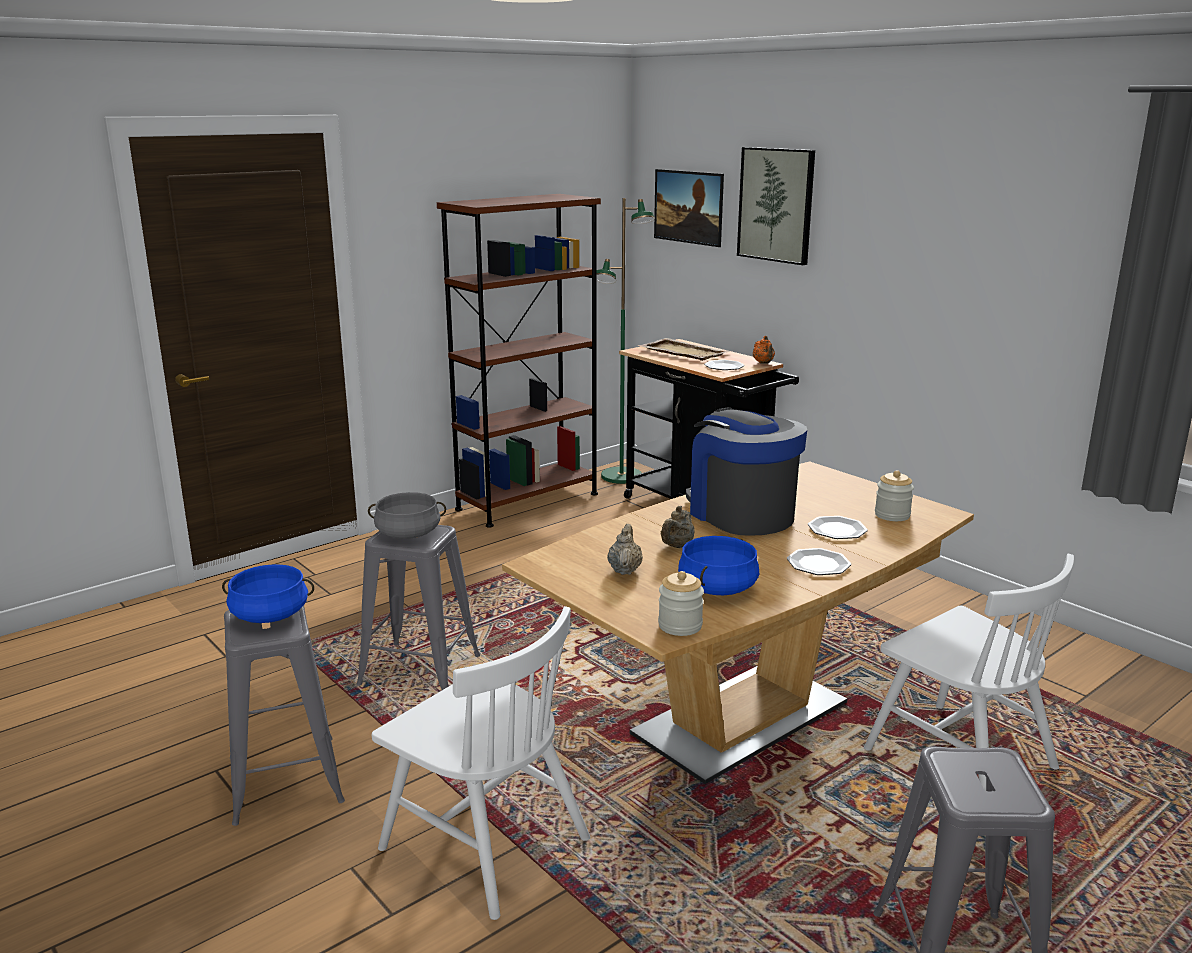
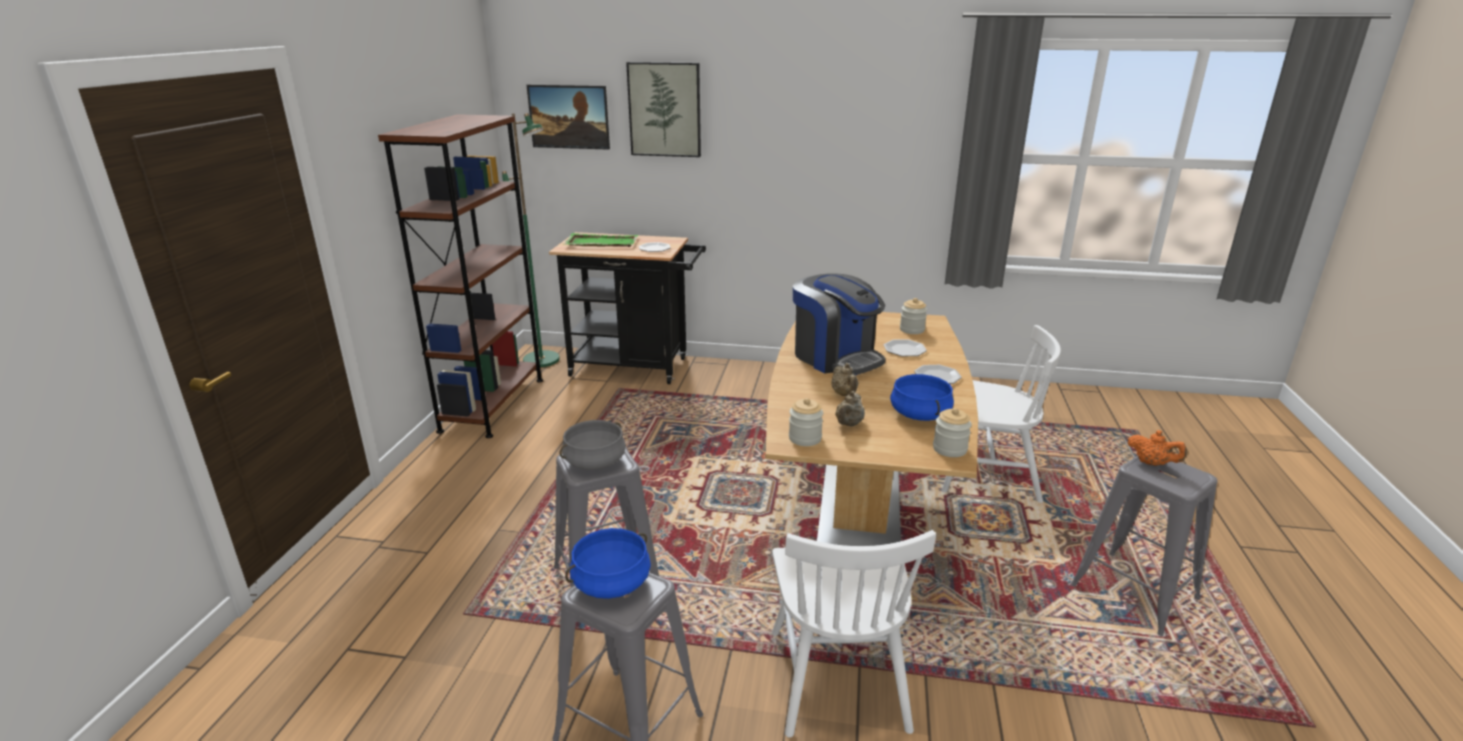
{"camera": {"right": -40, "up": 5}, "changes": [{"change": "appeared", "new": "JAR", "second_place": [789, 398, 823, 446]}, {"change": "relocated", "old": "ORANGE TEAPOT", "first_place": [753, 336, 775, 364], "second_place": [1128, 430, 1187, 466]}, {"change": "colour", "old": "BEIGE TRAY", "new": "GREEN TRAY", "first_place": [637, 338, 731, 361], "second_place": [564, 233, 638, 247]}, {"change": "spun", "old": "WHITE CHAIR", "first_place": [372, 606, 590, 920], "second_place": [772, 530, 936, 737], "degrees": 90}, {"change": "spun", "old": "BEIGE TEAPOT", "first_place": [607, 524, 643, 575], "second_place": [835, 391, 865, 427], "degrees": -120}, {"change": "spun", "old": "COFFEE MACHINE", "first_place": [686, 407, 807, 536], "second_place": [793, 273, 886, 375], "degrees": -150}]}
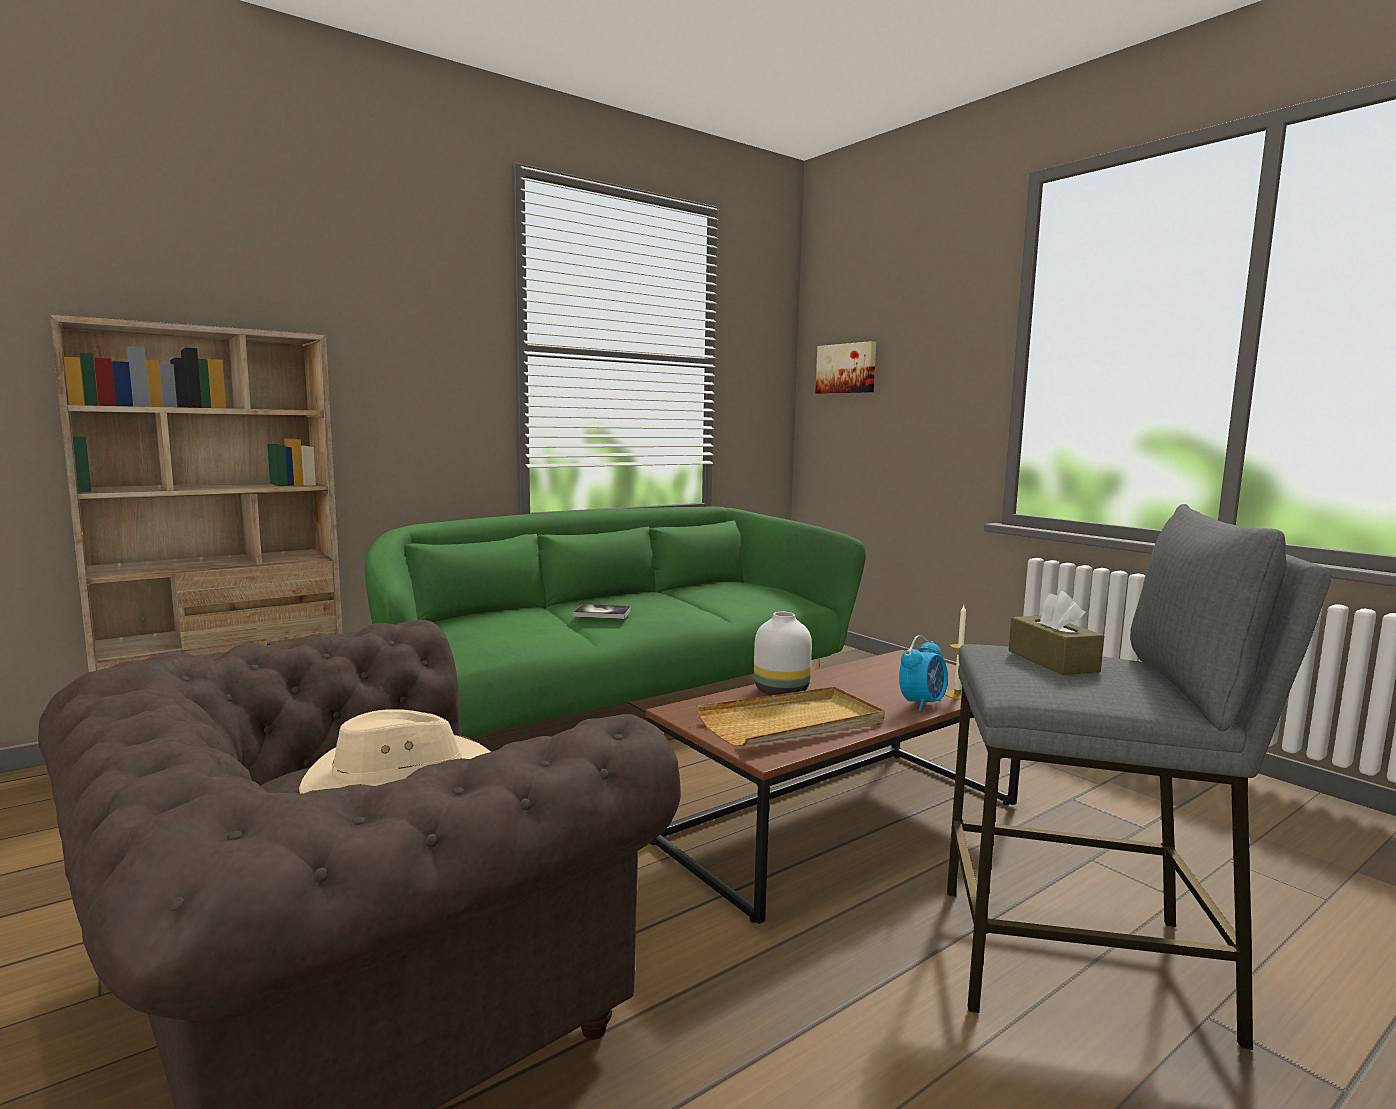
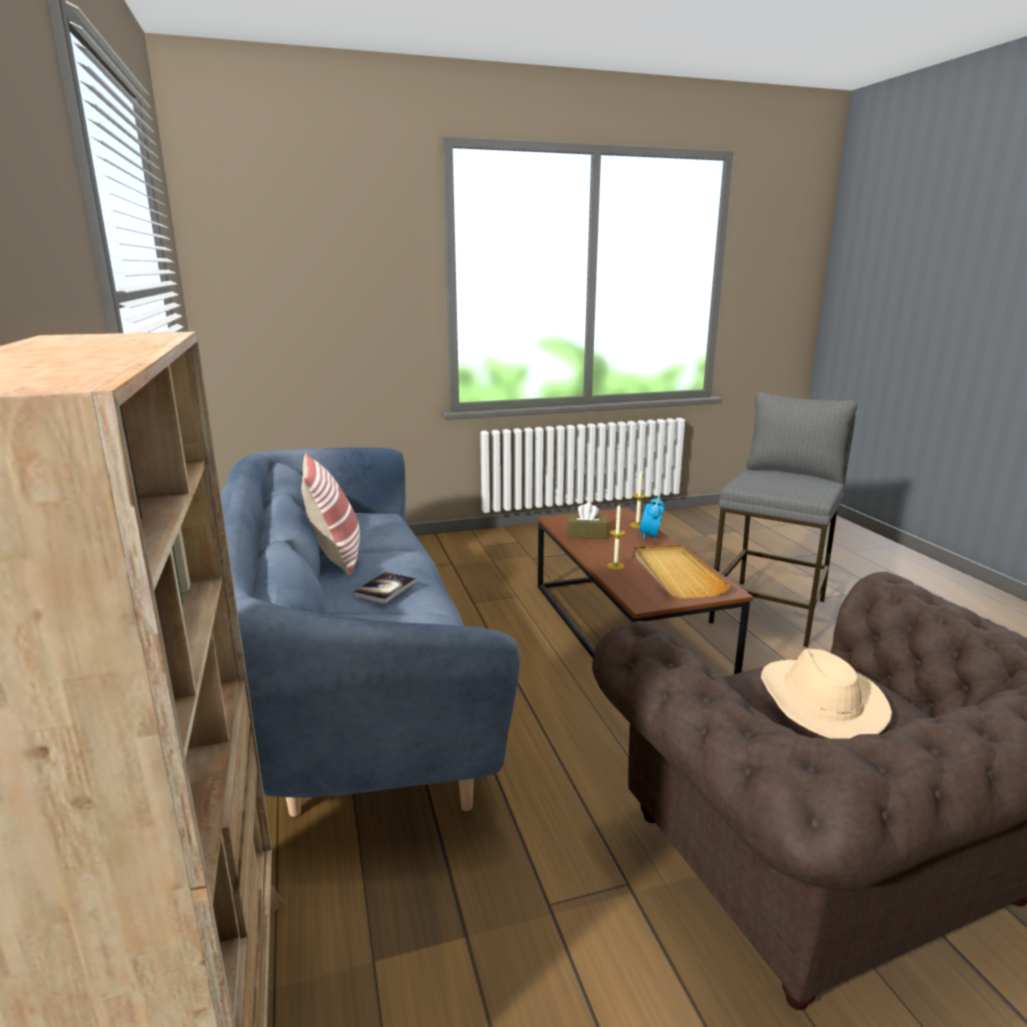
{"camera": {"right": -70, "up": 10}, "changes": [{"change": "missing", "old": "PICTURE", "first_place": [815, 341, 876, 394]}, {"change": "appeared", "new": "PILLOW", "second_place": [301, 453, 360, 576]}, {"change": "relocated", "old": "BROWN TISSUE BOX", "first_place": [1009, 591, 1104, 675], "second_place": [567, 502, 608, 539]}, {"change": "exchanged", "old": "WHITE VASE", "new": "CANDLE", "first_place": [754, 612, 812, 695], "second_place": [607, 504, 625, 570]}, {"change": "colour", "old": "GREEN SOFA", "new": "BLUE SOFA", "first_place": [365, 506, 866, 737], "second_place": [221, 447, 520, 817]}, {"change": "spun", "old": "ALARM CLOCK", "first_place": [899, 635, 948, 712], "second_place": [639, 496, 664, 540], "degrees": -135}]}
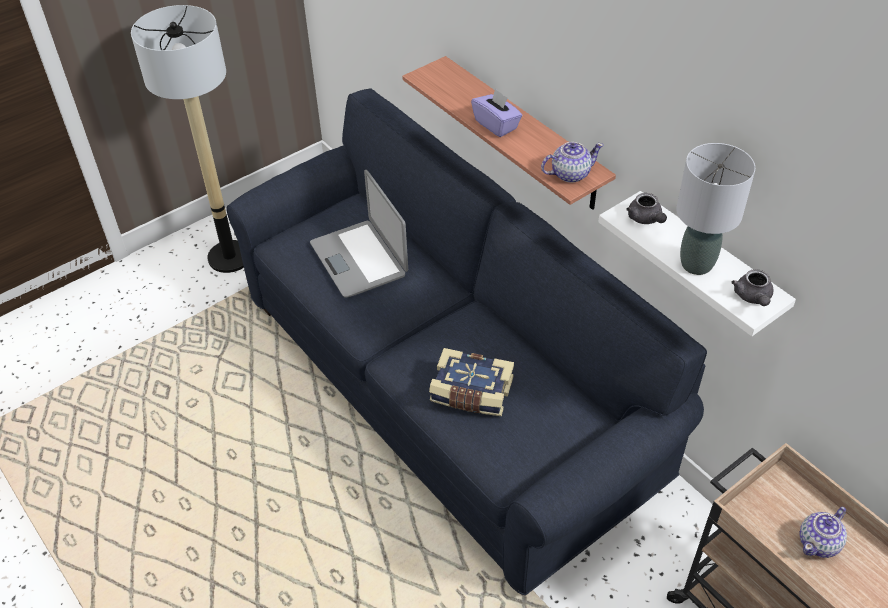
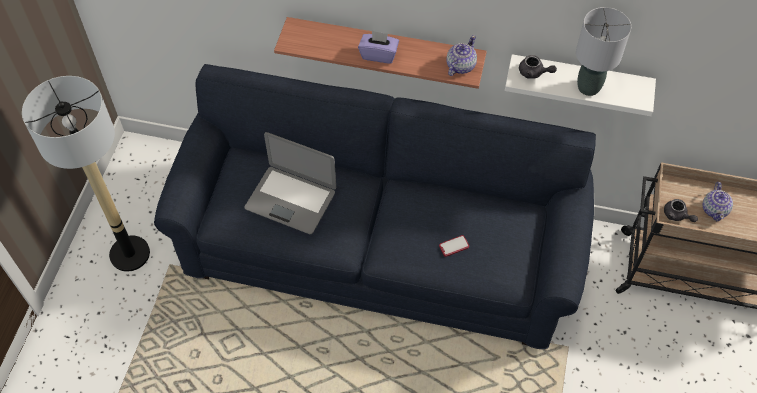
{"camera": {"right": -40, "up": 10}, "changes": [{"change": "relocated", "old": "GREY TEAPOT", "first_place": [731, 269, 773, 306], "second_place": [664, 199, 698, 222]}, {"change": "exchanged", "old": "BOOK", "new": "PHONE", "first_place": [429, 348, 514, 416], "second_place": [439, 235, 469, 257]}]}
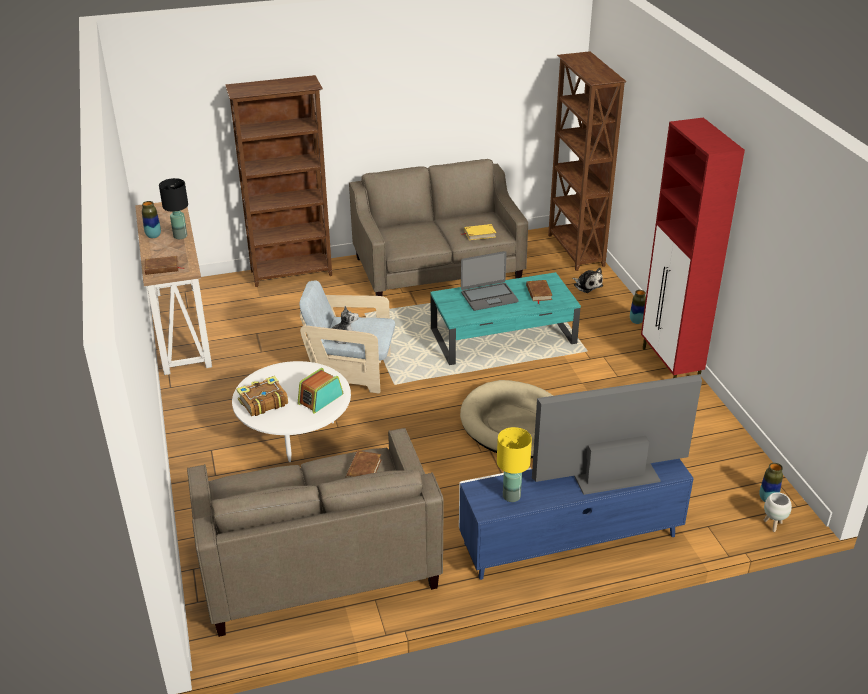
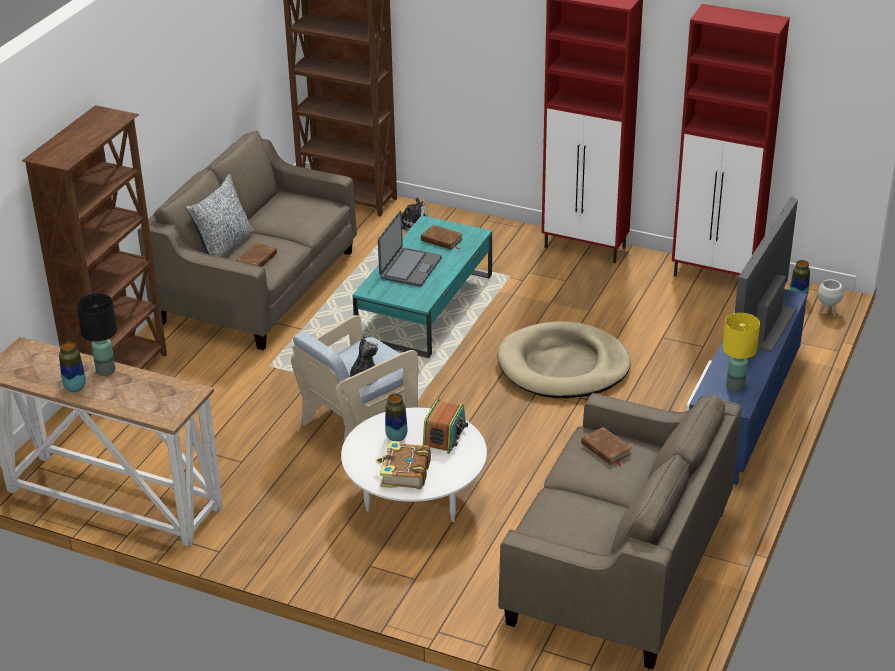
{"camera": {"right": -50, "up": 0}, "changes": [{"change": "missing", "old": "YELLOW BOOK", "first_place": [461, 224, 496, 240]}, {"change": "appeared", "new": "PILLOW", "second_place": [186, 174, 254, 258]}, {"change": "appeared", "new": "RED CABINET", "second_place": [672, 4, 790, 276]}, {"change": "relocated", "old": "BROWN BOOK", "first_place": [144, 256, 184, 275], "second_place": [236, 243, 277, 267]}, {"change": "relocated", "old": "VASE", "first_place": [630, 290, 646, 324], "second_place": [385, 394, 408, 442]}, {"change": "spun", "old": "RADIO", "first_place": [298, 368, 343, 414], "second_place": [423, 398, 468, 454], "degrees": -150}]}
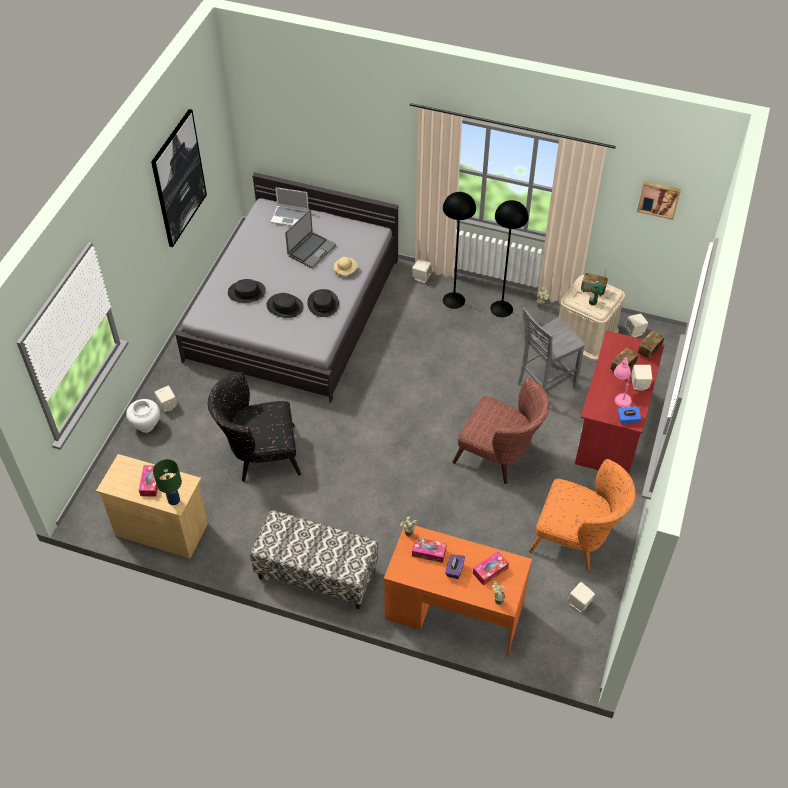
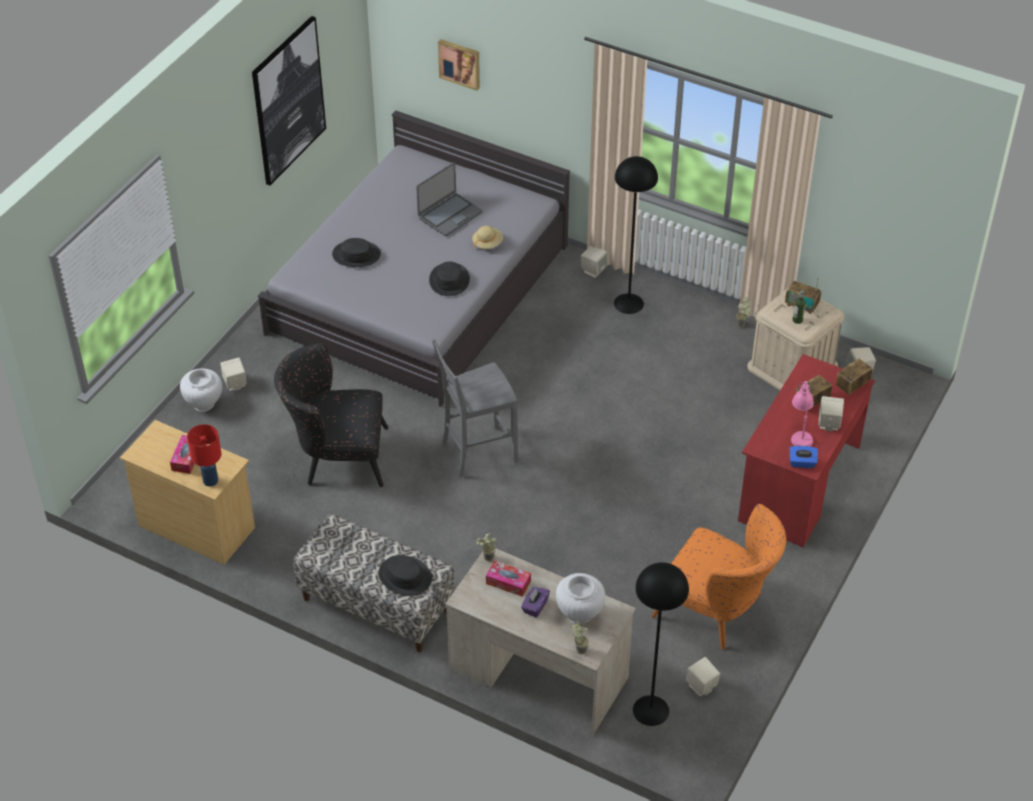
{"camera": {"right": 10, "up": -5}, "changes": [{"change": "missing", "old": "LAPTOP", "first_place": [271, 187, 309, 226]}, {"change": "missing", "old": "BROWN ARMCHAIR", "first_place": [452, 378, 550, 484]}, {"change": "relocated", "old": "BLACK HAT", "first_place": [266, 293, 304, 318], "second_place": [378, 555, 432, 596]}, {"change": "relocated", "old": "BLACK FLOOR LAMP", "first_place": [490, 200, 529, 317], "second_place": [633, 562, 689, 726]}, {"change": "relocated", "old": "GREY CHAIR", "first_place": [518, 307, 585, 390], "second_place": [432, 339, 518, 478]}, {"change": "relocated", "old": "PICTURE", "first_place": [637, 181, 681, 220], "second_place": [438, 39, 480, 91]}, {"change": "exchanged", "old": "TISSUE BOX", "new": "WHITE VASE", "first_place": [473, 552, 509, 585], "second_place": [556, 573, 605, 624]}, {"change": "colour", "old": "GREEN TABLE LAMP", "new": "RED TABLE LAMP", "first_place": [153, 459, 182, 505], "second_place": [187, 424, 221, 487]}, {"change": "colour", "old": "ORANGE DESK", "new": "BEIGE DESK", "first_place": [384, 526, 532, 657], "second_place": [445, 549, 636, 734]}]}
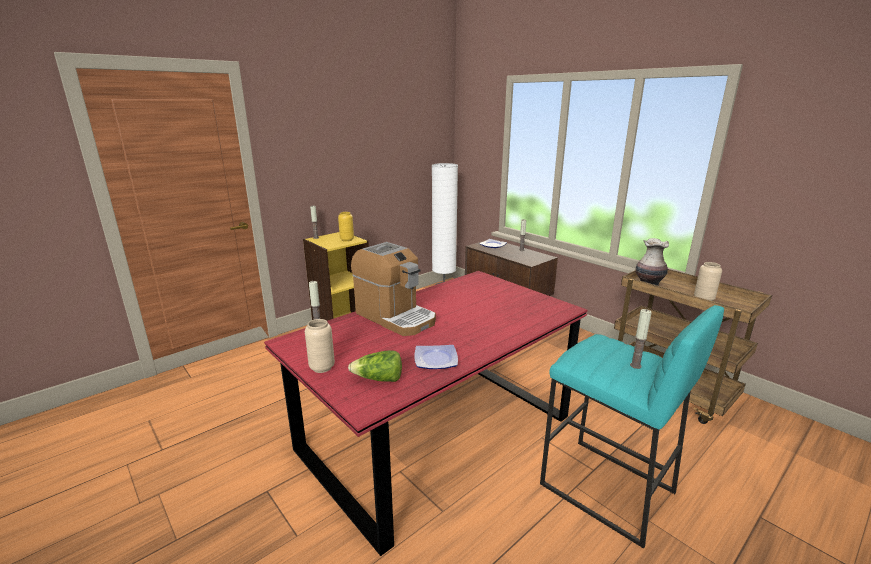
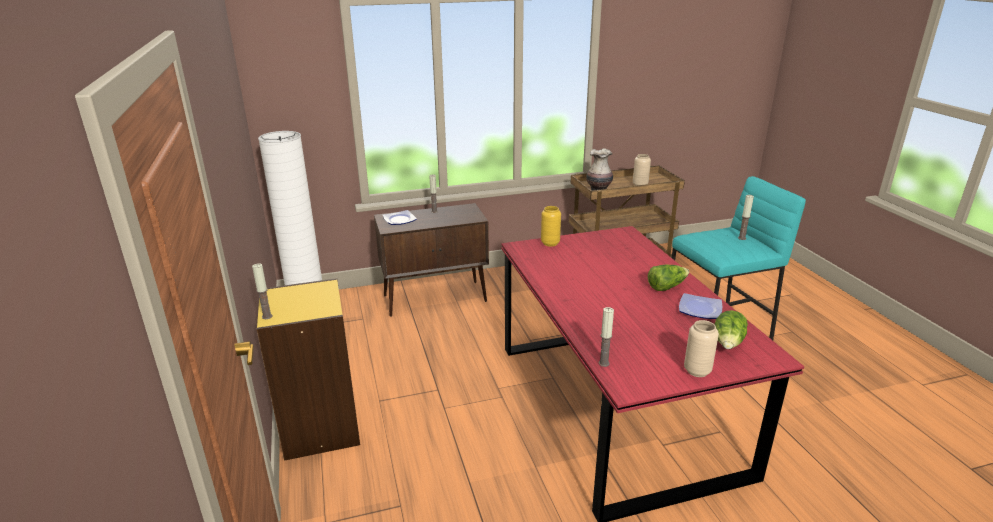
{"camera": {"right": -65, "up": 5}, "changes": [{"change": "missing", "old": "COFFEE MACHINE", "first_place": [351, 242, 436, 336]}, {"change": "appeared", "new": "LETTUCE", "second_place": [648, 264, 689, 291]}, {"change": "relocated", "old": "YELLOW VASE", "first_place": [338, 212, 354, 242], "second_place": [541, 206, 561, 247]}]}
